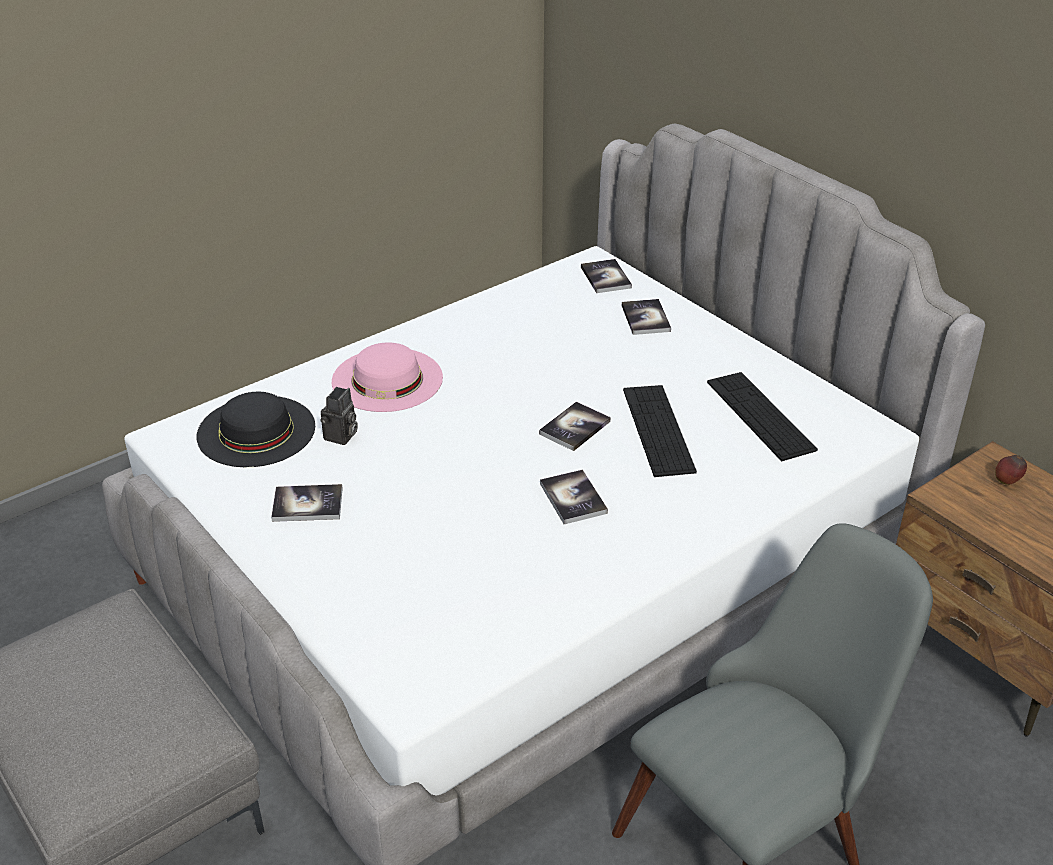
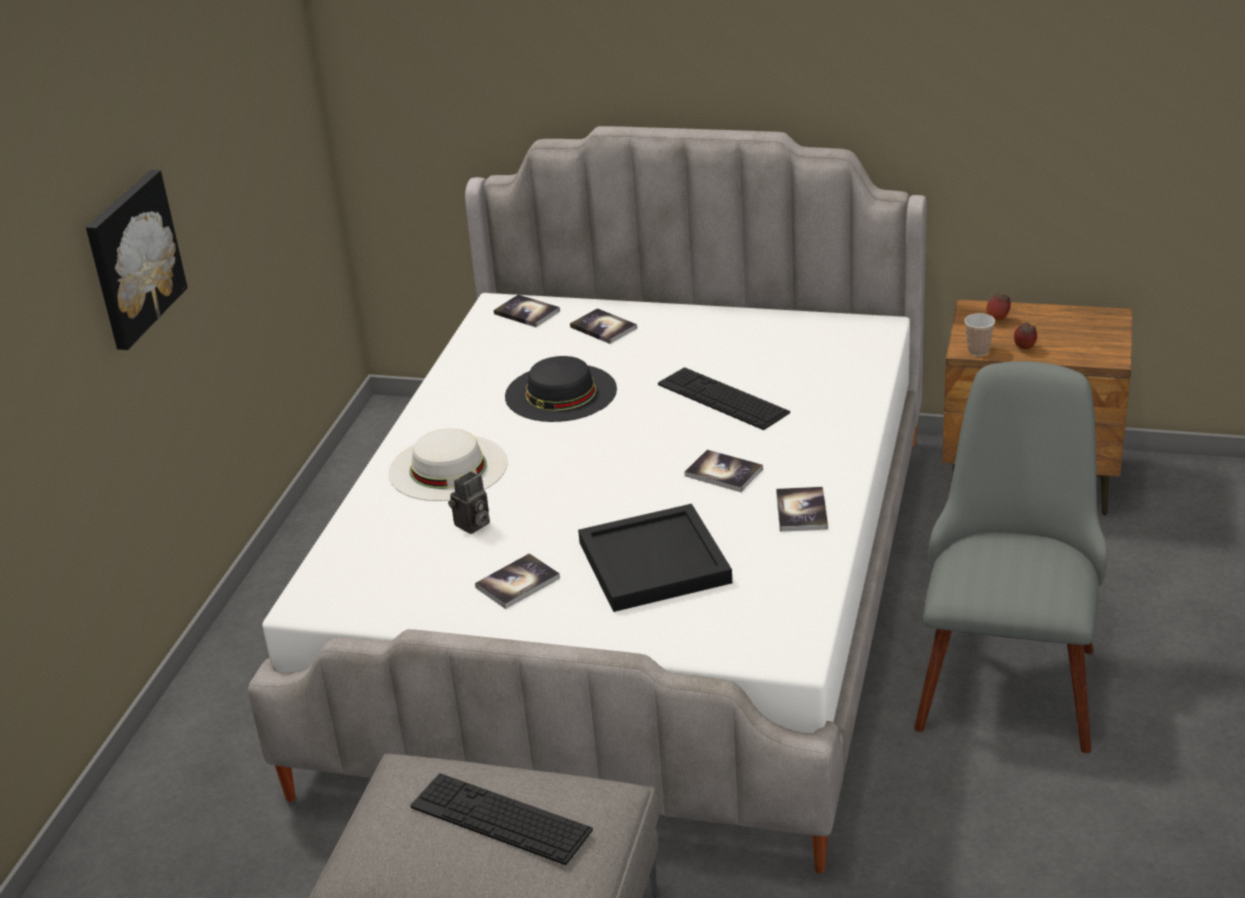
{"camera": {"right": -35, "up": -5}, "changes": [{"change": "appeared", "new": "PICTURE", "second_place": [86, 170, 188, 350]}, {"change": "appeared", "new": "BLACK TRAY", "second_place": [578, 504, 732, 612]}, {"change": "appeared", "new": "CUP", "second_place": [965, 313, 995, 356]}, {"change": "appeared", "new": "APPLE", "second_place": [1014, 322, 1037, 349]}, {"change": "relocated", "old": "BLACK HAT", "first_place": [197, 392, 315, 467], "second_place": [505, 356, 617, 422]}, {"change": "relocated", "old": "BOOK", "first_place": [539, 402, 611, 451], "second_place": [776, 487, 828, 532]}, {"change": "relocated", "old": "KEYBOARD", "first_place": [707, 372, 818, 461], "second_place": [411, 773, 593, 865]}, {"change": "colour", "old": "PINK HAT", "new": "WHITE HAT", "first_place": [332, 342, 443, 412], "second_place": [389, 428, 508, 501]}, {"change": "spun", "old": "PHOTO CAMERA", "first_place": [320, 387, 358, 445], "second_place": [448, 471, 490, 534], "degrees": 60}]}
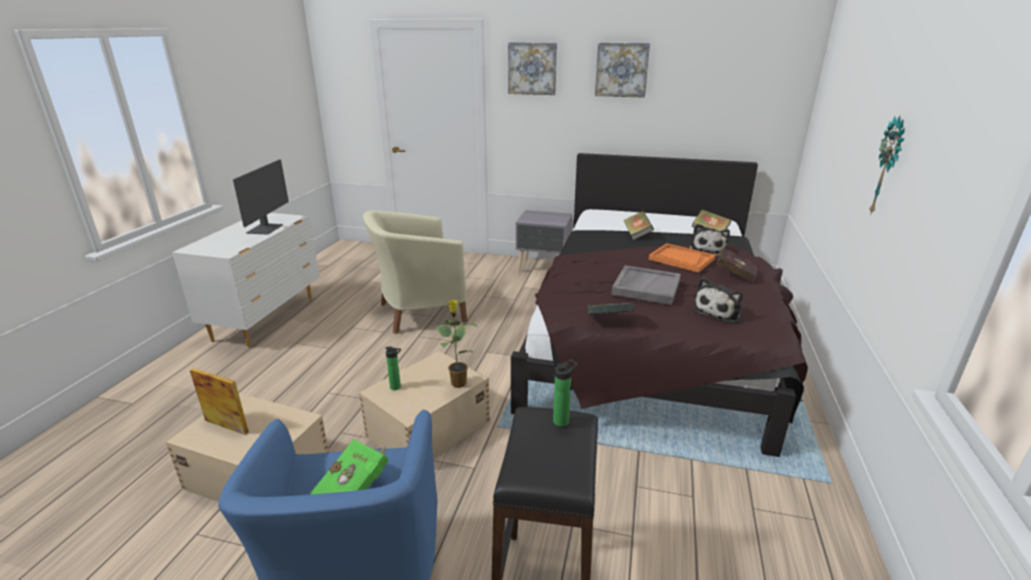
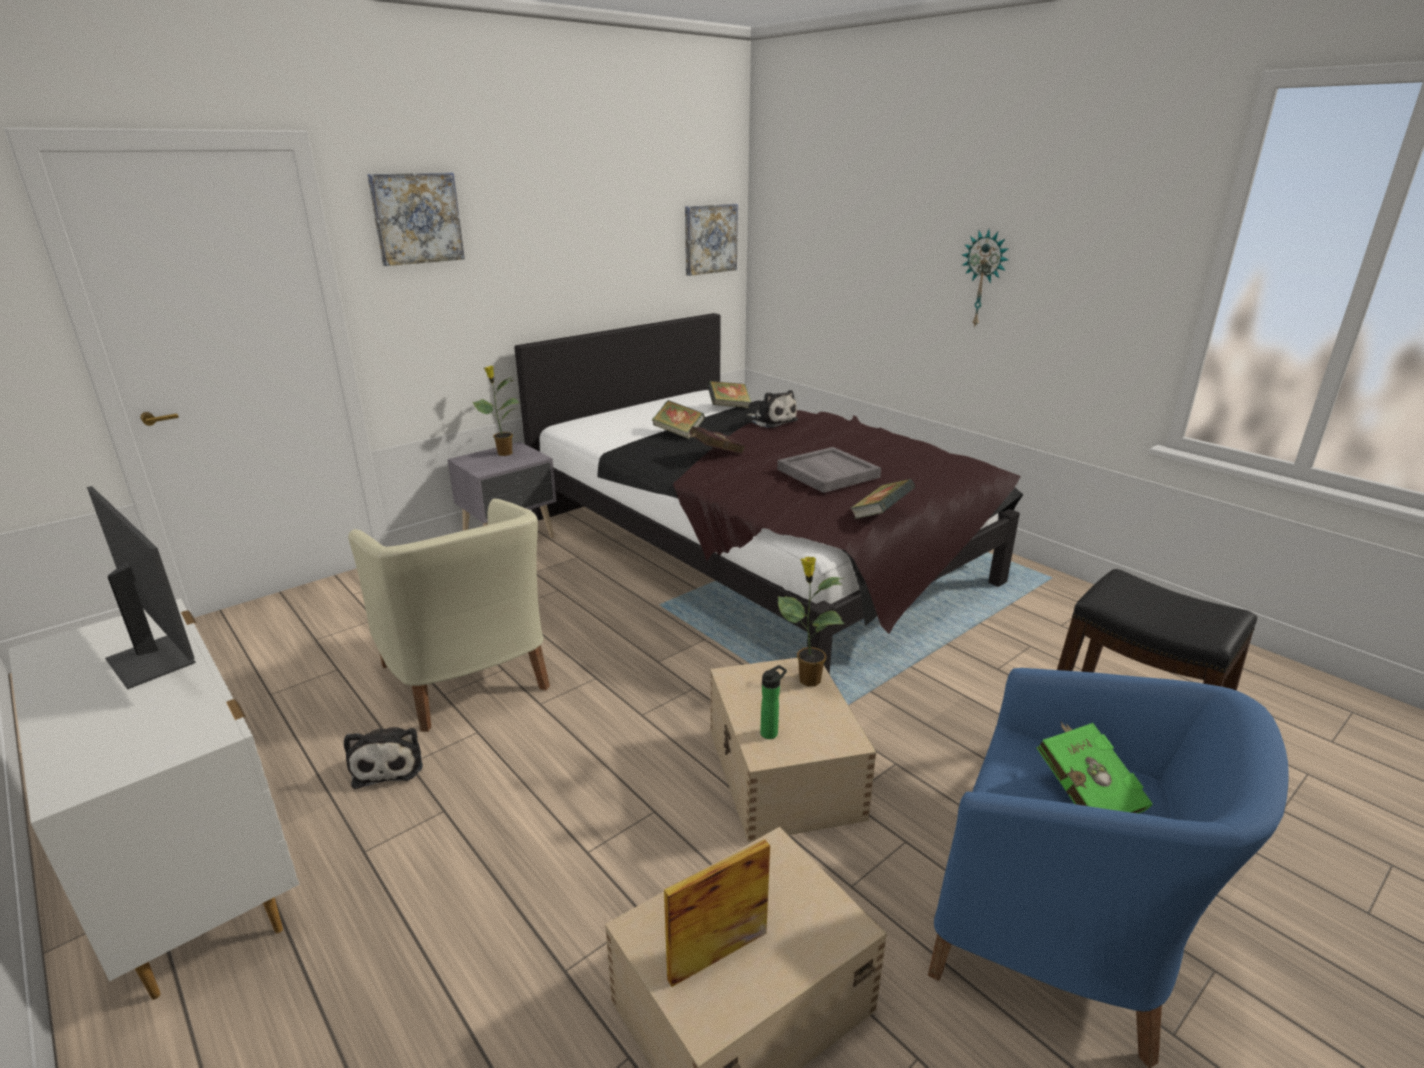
{"camera": {"right": -55, "up": 0}, "changes": [{"change": "missing", "old": "BOTTLE", "first_place": [553, 359, 578, 427]}, {"change": "missing", "old": "ORANGE TRAY", "first_place": [649, 243, 715, 273]}, {"change": "appeared", "new": "POTTED PLANT", "second_place": [472, 366, 520, 456]}, {"change": "relocated", "old": "PICTURE", "first_place": [595, 43, 650, 98], "second_place": [685, 204, 738, 276]}, {"change": "relocated", "old": "PLUSH TOY", "first_place": [692, 277, 743, 323], "second_place": [344, 727, 423, 789]}, {"change": "relocated", "old": "RED BOOK", "first_place": [713, 248, 757, 282], "second_place": [688, 426, 745, 454]}, {"change": "spun", "old": "BEIGE ARMCHAIR", "first_place": [363, 211, 467, 334], "second_place": [348, 499, 550, 732], "degrees": -45}]}
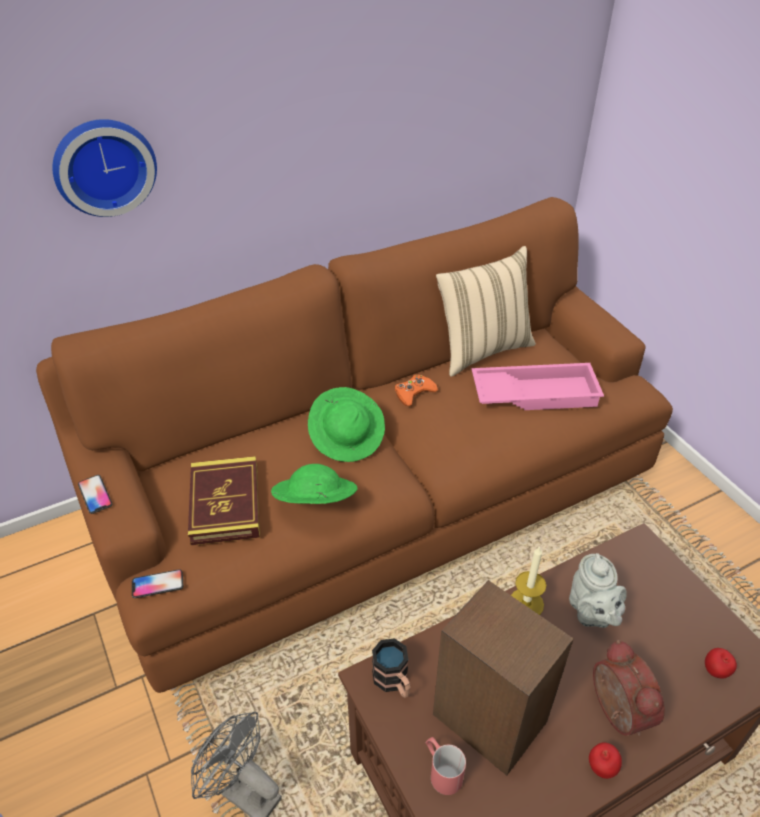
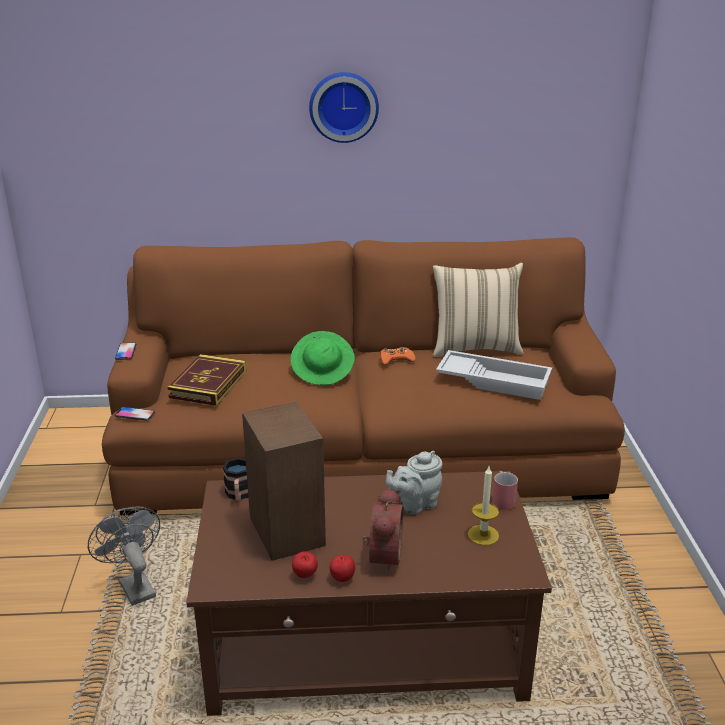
{"camera": {"right": 25, "up": -15}, "changes": [{"change": "missing", "old": "GREEN HAT", "first_place": [271, 464, 357, 504]}, {"change": "relocated", "old": "WALL CLOCK", "first_place": [52, 119, 157, 217], "second_place": [309, 72, 379, 143]}, {"change": "relocated", "old": "RED MUG", "first_place": [426, 737, 466, 795], "second_place": [492, 471, 518, 510]}, {"change": "relocated", "old": "CANDLE", "first_place": [511, 546, 546, 615], "second_place": [468, 467, 499, 546]}, {"change": "relocated", "old": "APPLE", "first_place": [705, 648, 737, 678], "second_place": [292, 551, 318, 578]}, {"change": "colour", "old": "PINK TRAY", "new": "WHITE TRAY", "first_place": [472, 363, 604, 410], "second_place": [436, 350, 552, 400]}, {"change": "spun", "old": "GREY TEAPOT", "first_place": [569, 553, 627, 628], "second_place": [386, 451, 443, 514], "degrees": 45}]}
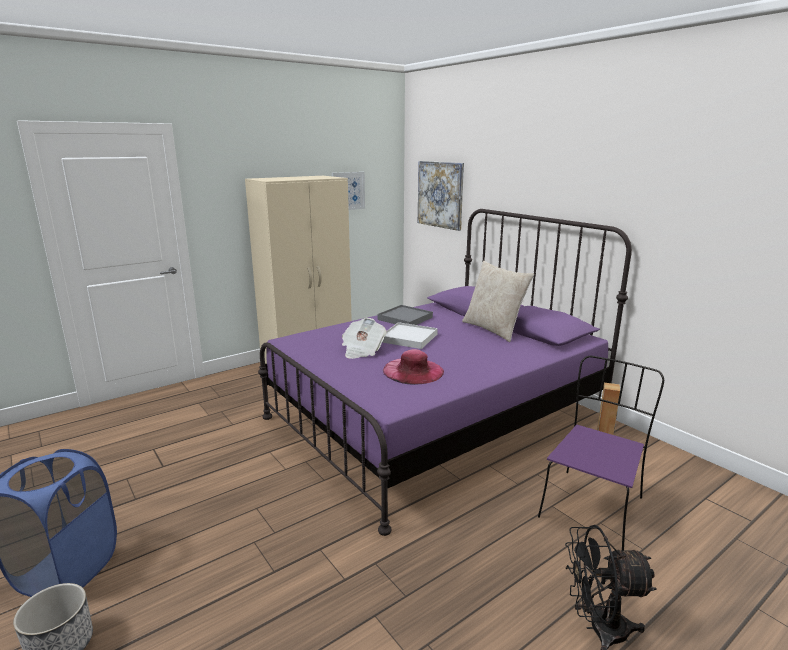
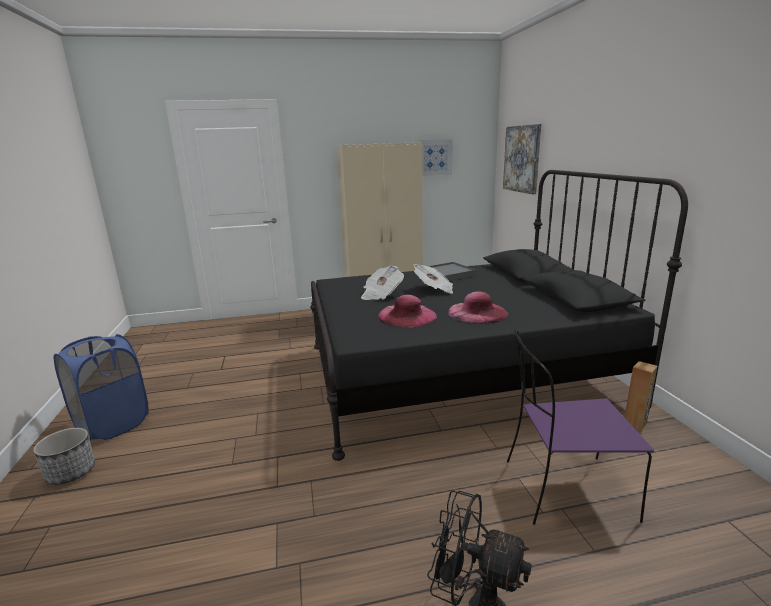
{"camera": {"right": 25, "up": 0}, "changes": [{"change": "missing", "old": "BEIGE PILLOW", "first_place": [462, 261, 534, 342]}, {"change": "appeared", "new": "PINK HAT", "second_place": [448, 292, 508, 324]}, {"change": "exchanged", "old": "WHITE TRAY", "new": "NEWSPAPER", "first_place": [382, 322, 438, 349], "second_place": [413, 264, 453, 294]}, {"change": "colour", "old": "PURPLE BED", "new": "BLACK BED", "first_place": [258, 209, 632, 536], "second_place": [310, 170, 688, 461]}, {"change": "spun", "old": "PURPLE CHAIR", "first_place": [538, 356, 664, 550], "second_place": [507, 329, 654, 525], "degrees": -150}]}
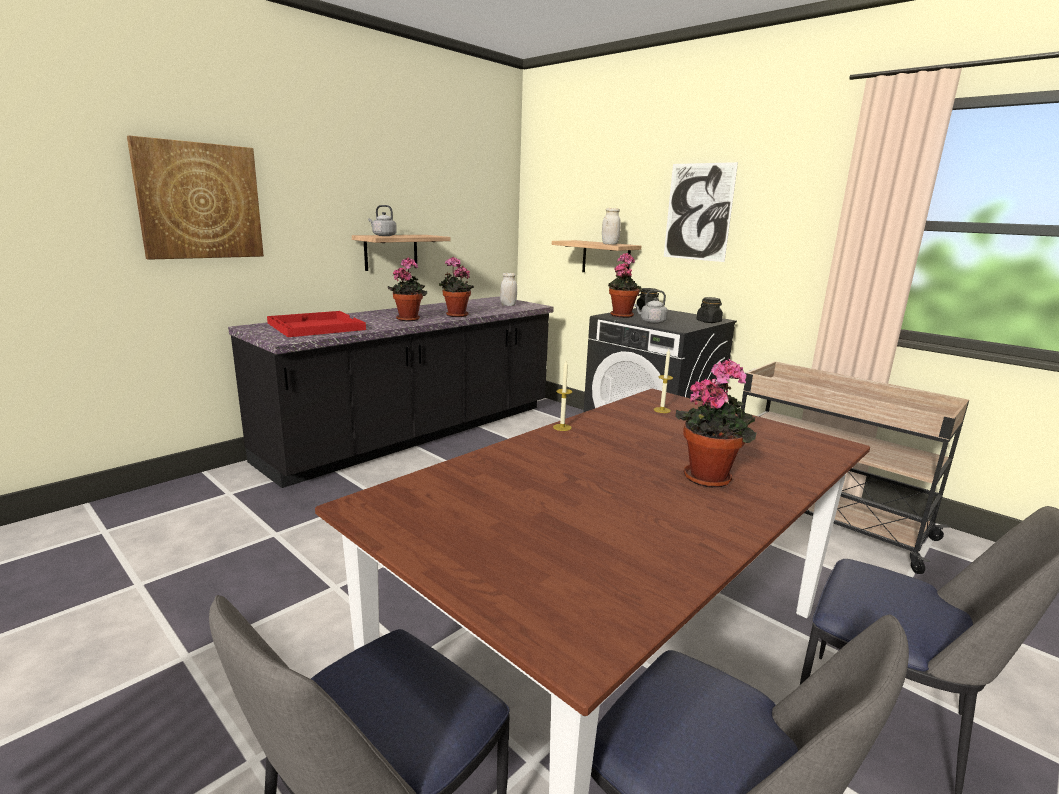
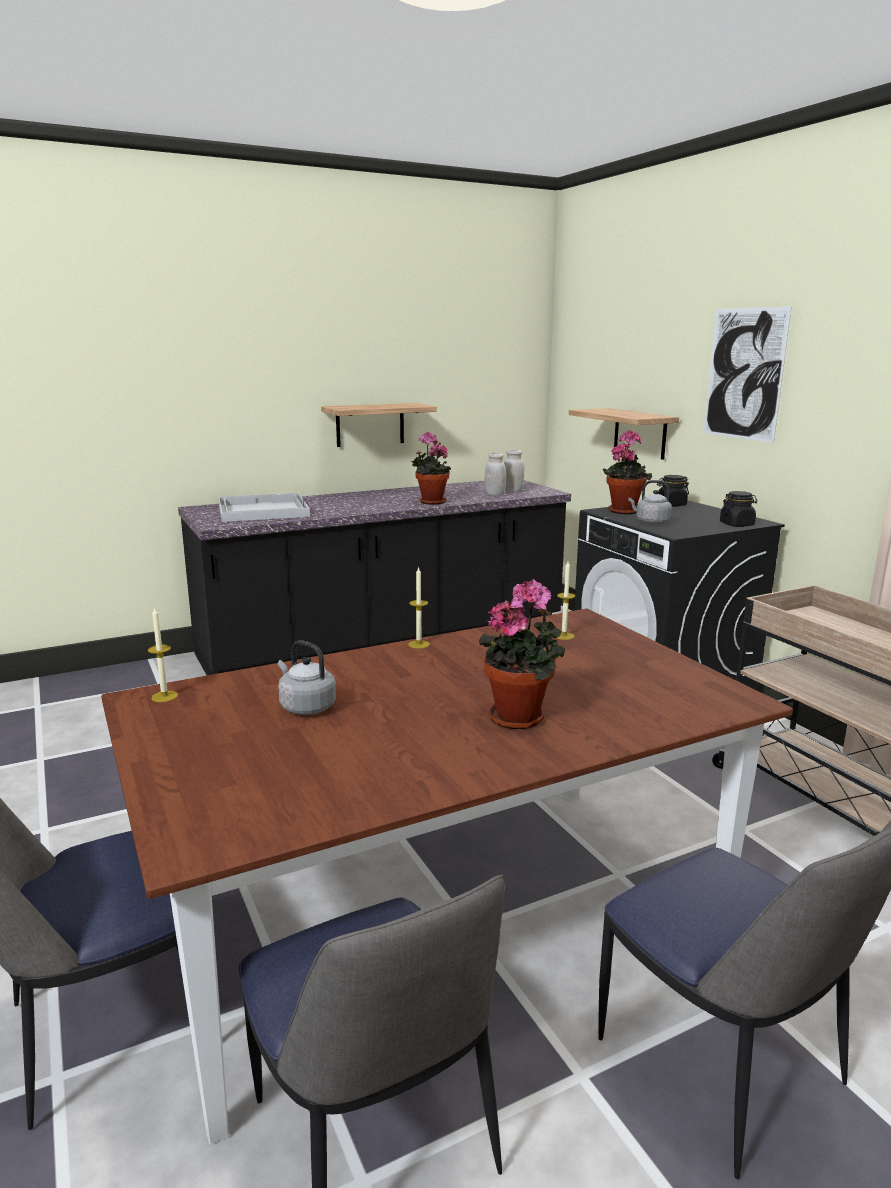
{"camera": {"right": 20, "up": 0}, "changes": [{"change": "missing", "old": "PICTURE", "first_place": [127, 135, 264, 260]}, {"change": "missing", "old": "POTTED PLANT", "first_place": [388, 258, 427, 321]}, {"change": "appeared", "new": "CANDLE", "second_place": [148, 607, 178, 702]}, {"change": "relocated", "old": "GREY KETTLE", "first_place": [368, 205, 397, 236], "second_place": [278, 640, 336, 715]}, {"change": "relocated", "old": "WHITE JAR", "first_place": [602, 208, 621, 245], "second_place": [485, 453, 506, 496]}, {"change": "colour", "old": "RED TRAY", "new": "WHITE TRAY", "first_place": [267, 311, 366, 337], "second_place": [218, 493, 310, 522]}]}
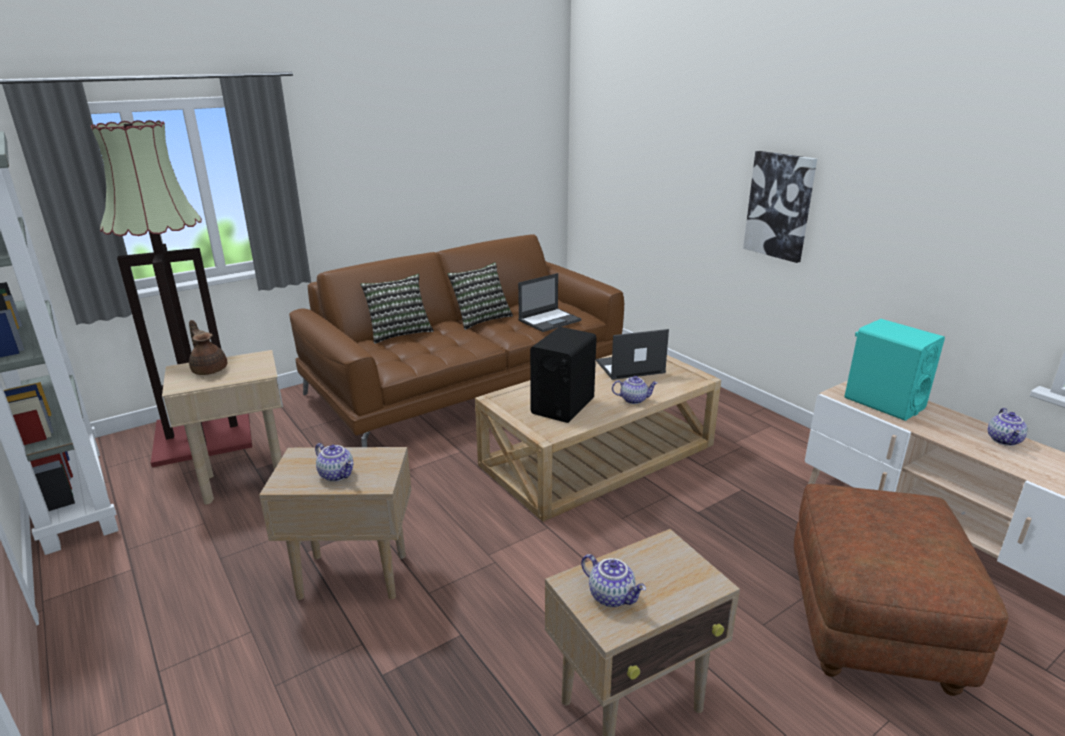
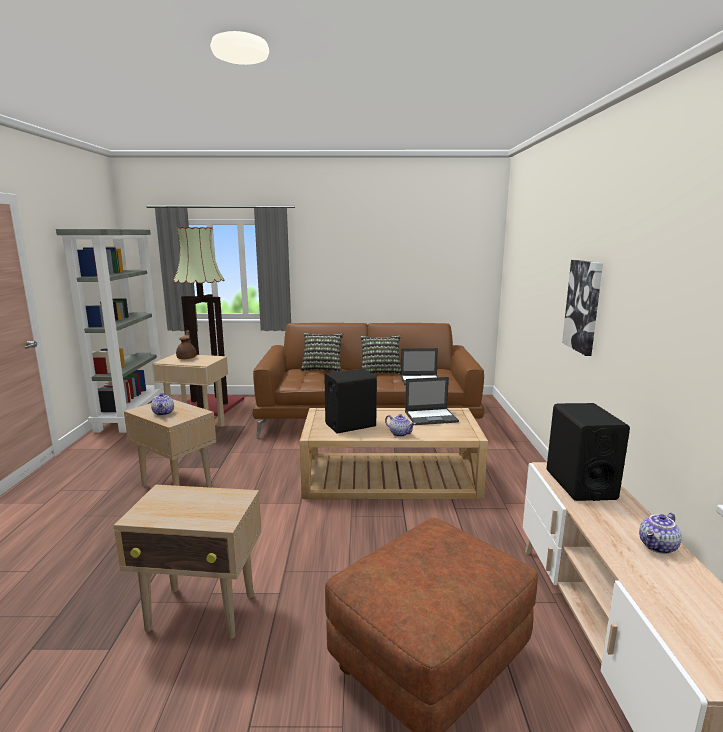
{"camera": {"right": 35, "up": -10}, "changes": [{"change": "missing", "old": "TEAPOT", "first_place": [581, 554, 646, 607]}, {"change": "colour", "old": "TURQUOISE SPEAKER", "new": "BLACK SPEAKER", "first_place": [844, 319, 945, 421], "second_place": [546, 403, 630, 501]}, {"change": "spun", "old": "LAPTOP", "first_place": [596, 329, 669, 380], "second_place": [405, 377, 459, 425], "degrees": 150}]}
